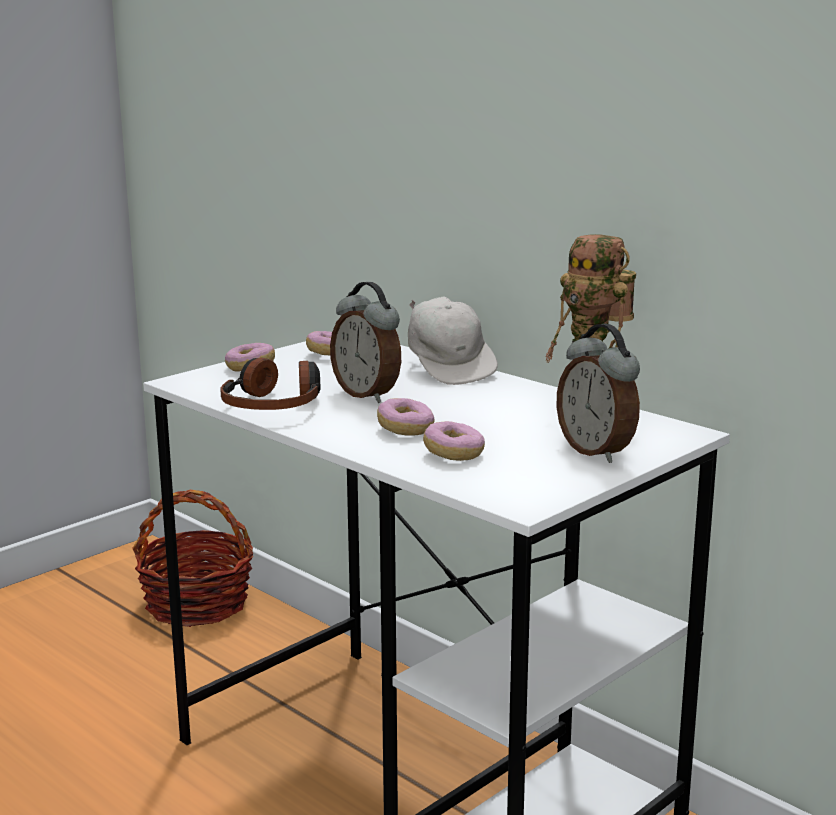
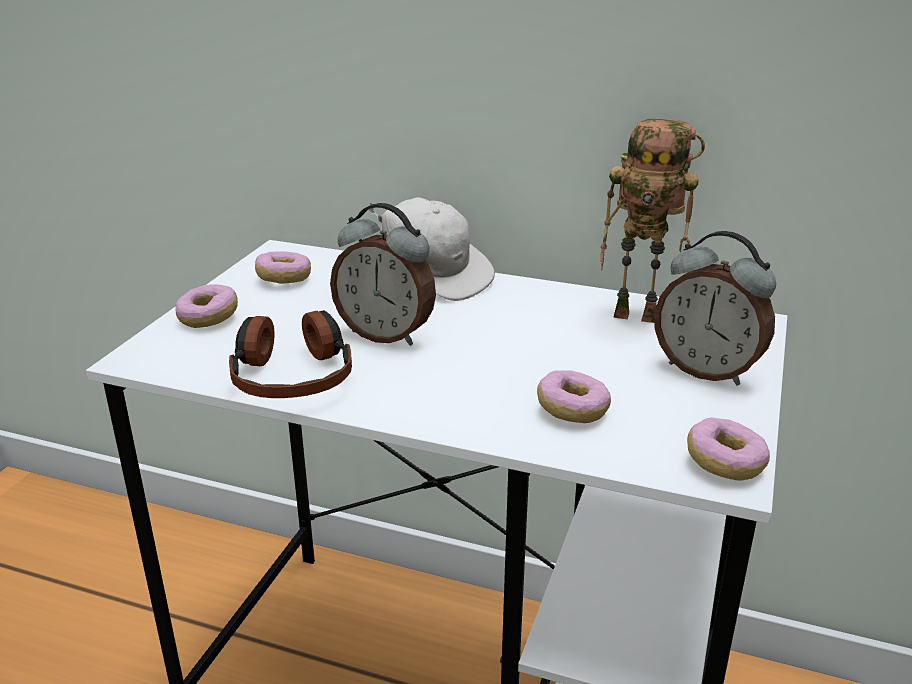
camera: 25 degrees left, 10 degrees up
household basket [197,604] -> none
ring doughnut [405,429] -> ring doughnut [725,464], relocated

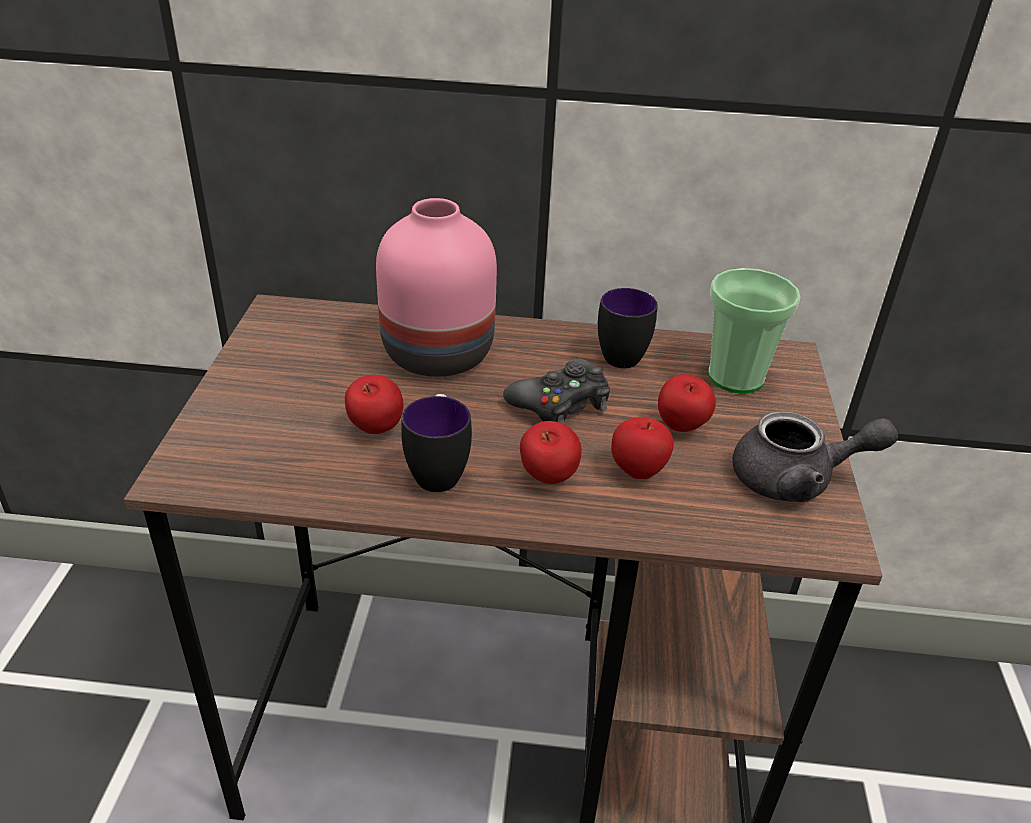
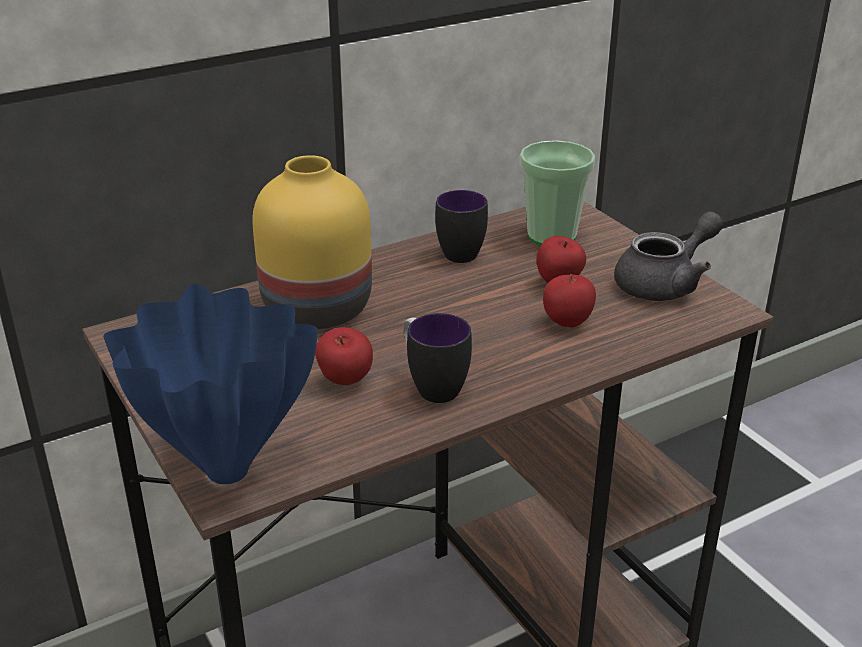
camera: 35 degrees left, 5 degrees down
gamepad/blackish [560,404] -> none
apple fruit [547,479] -> none
none -> decorative vase/blue-coloured [223,471]
decorative vase/pinkish [437,352] -> decorative vase/yellowish [315,307]

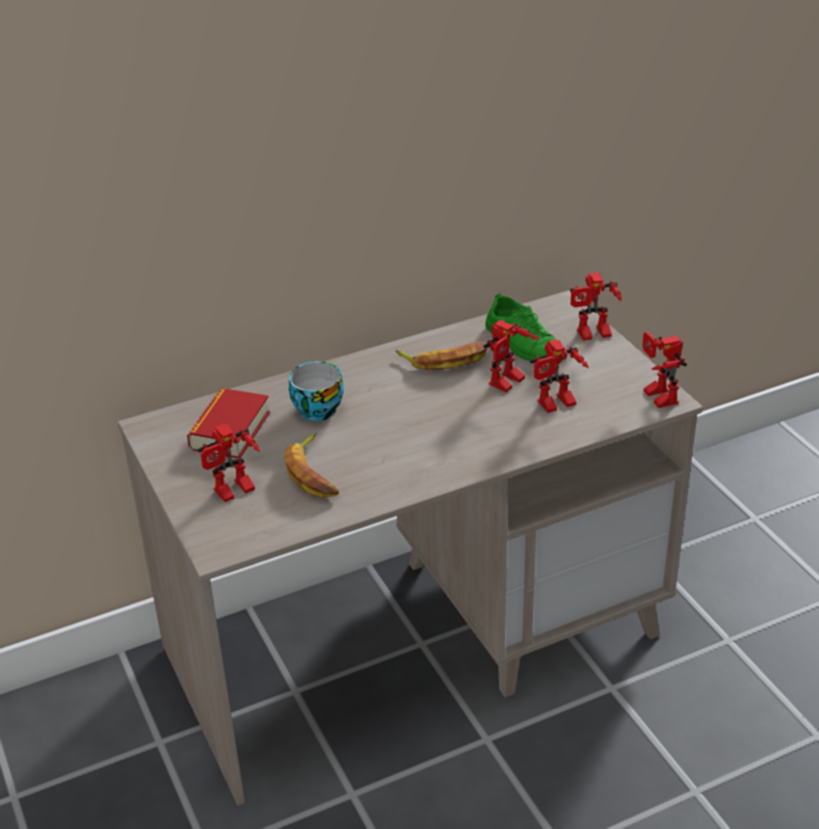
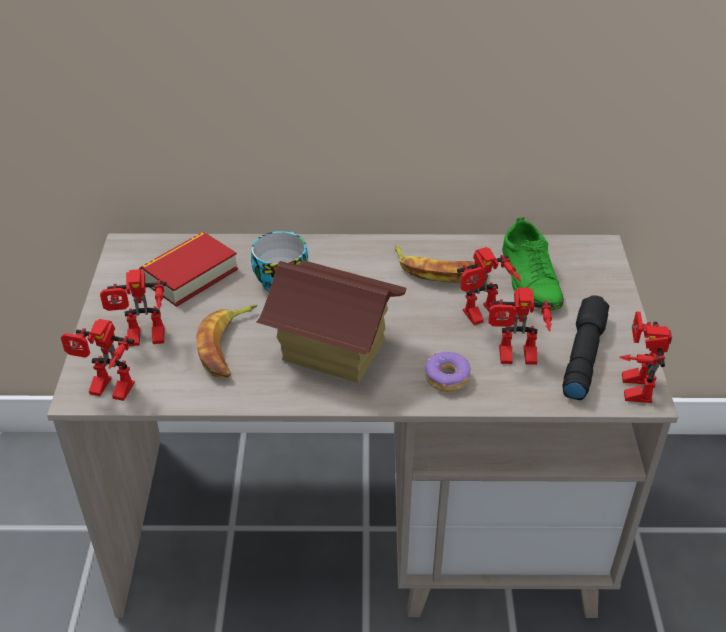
camera: 25 degrees right, 5 degrees up
none -> toy house [333,350]
none -> ring doughnut [447,378]
none -> torch/blackish [582,355]
toy robot [593,335] -> toy robot [106,391], relocated

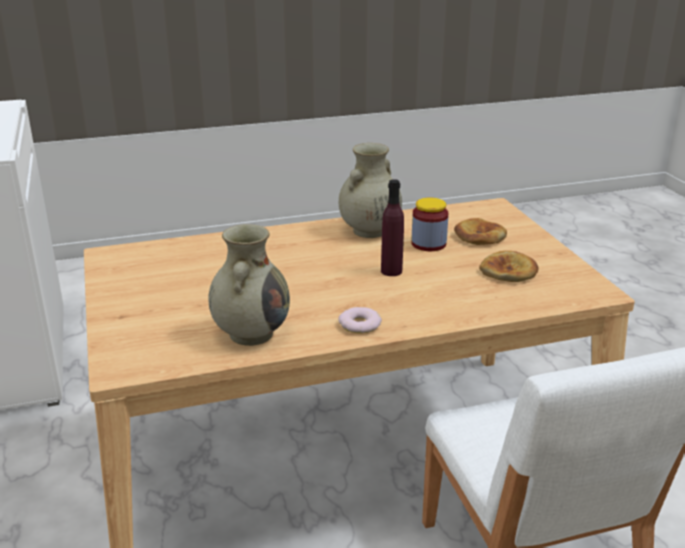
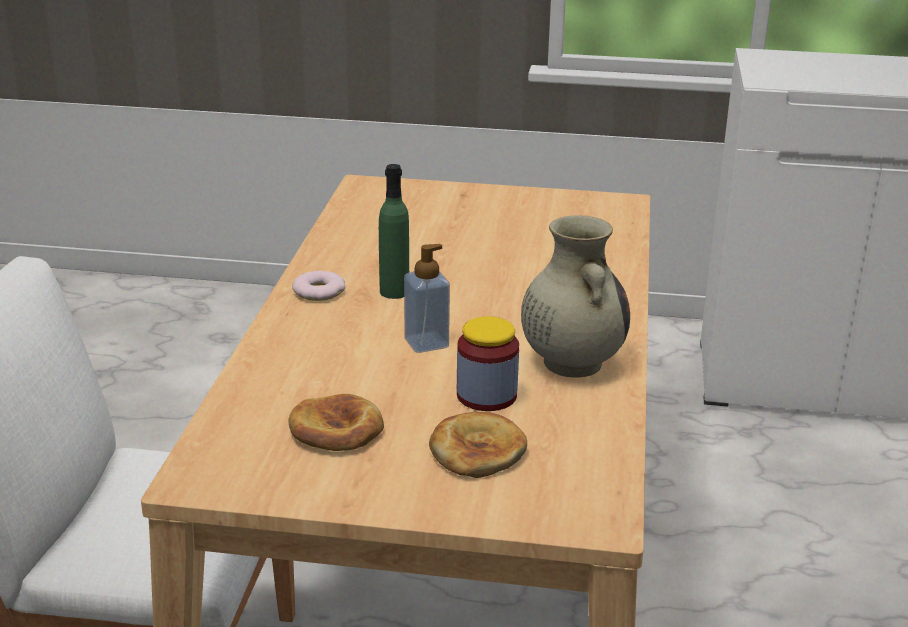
camera: 115 degrees right, 0 degrees up
decorative vase/beige-coloured [251,333] -> none
none -> beverage bottle/green-coloured [394,292]
beverage bottle/purple [391,271] -> soap dispenser [426,343]

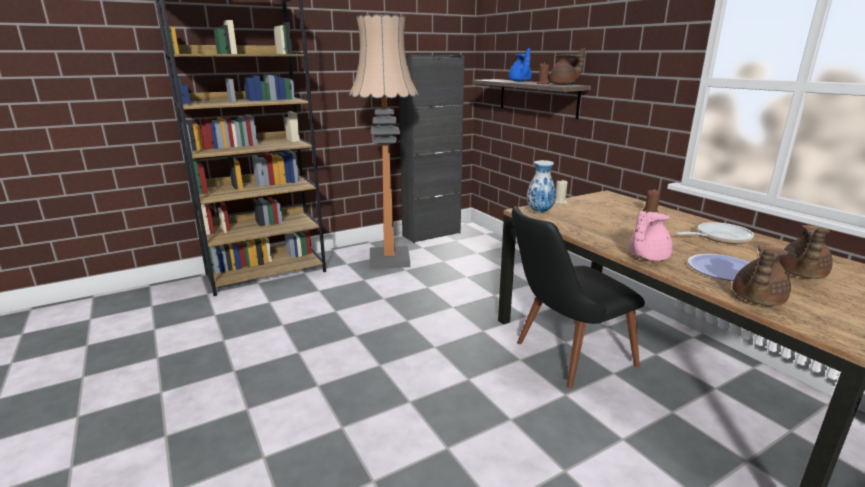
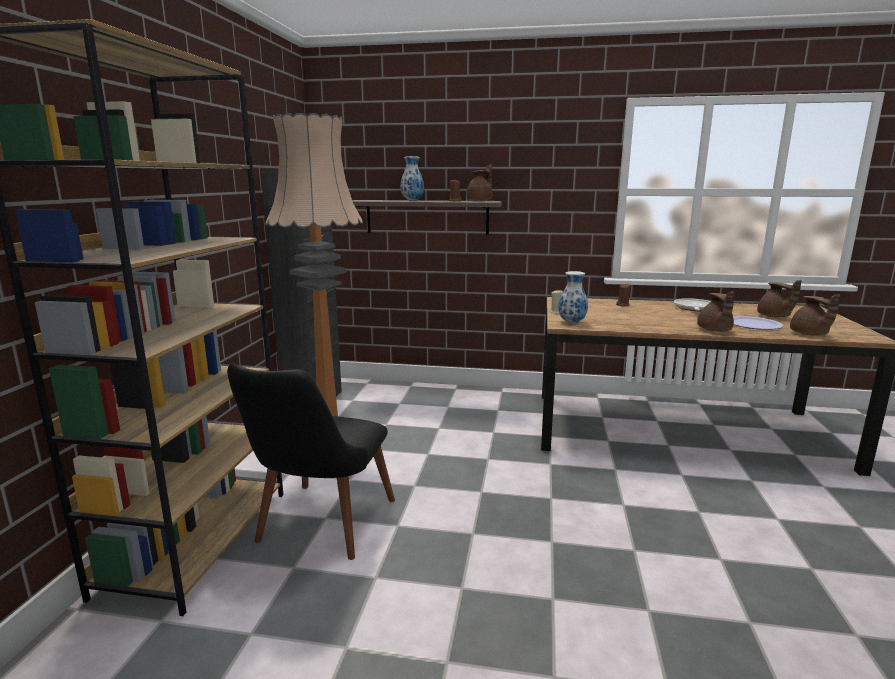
camera: 50 degrees left, 5 degrees down
chair/blackish [563,357] -> chair/blackish [319,530], relocated
tea pot/blue-coloured [520,81] -> decorative vase [412,200]
tea pot/pinkish [646,257] -> tea pot/brown-coloured [714,330]

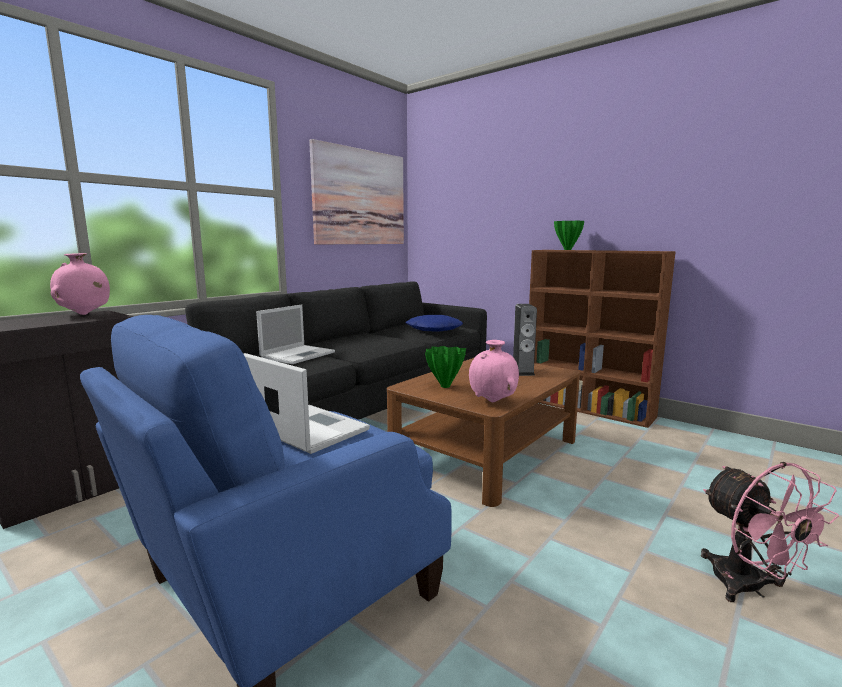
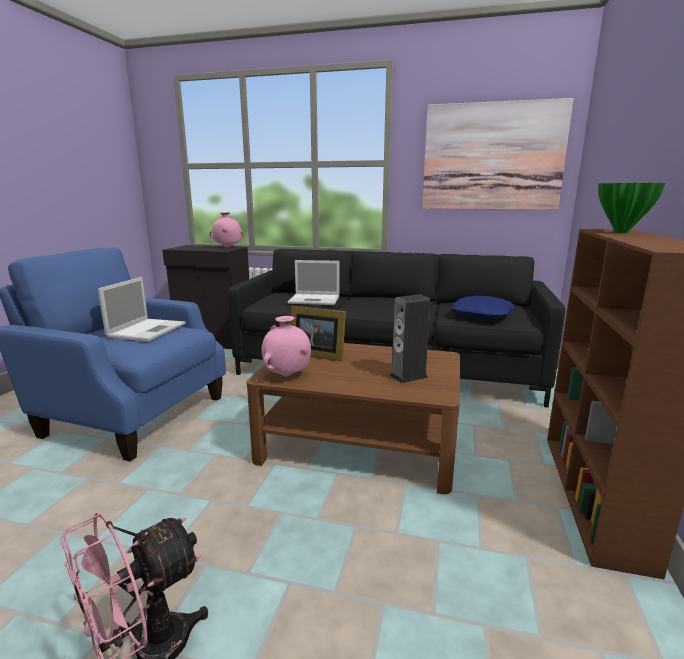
camera: 65 degrees right, 5 degrees up
decorative vase/green-coloured [444,386] -> standing frame [316,354]

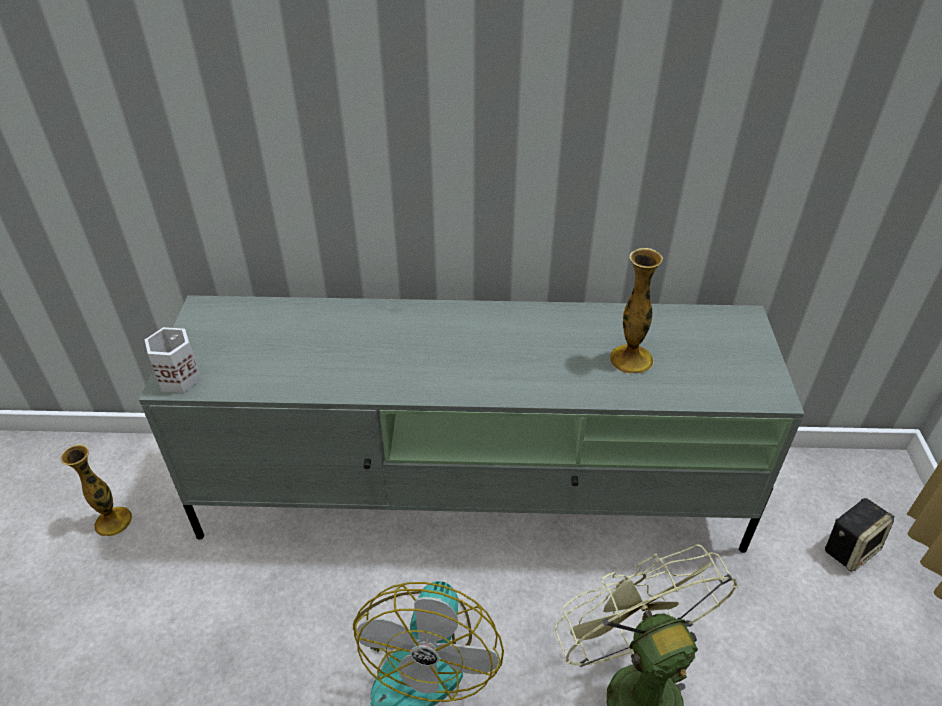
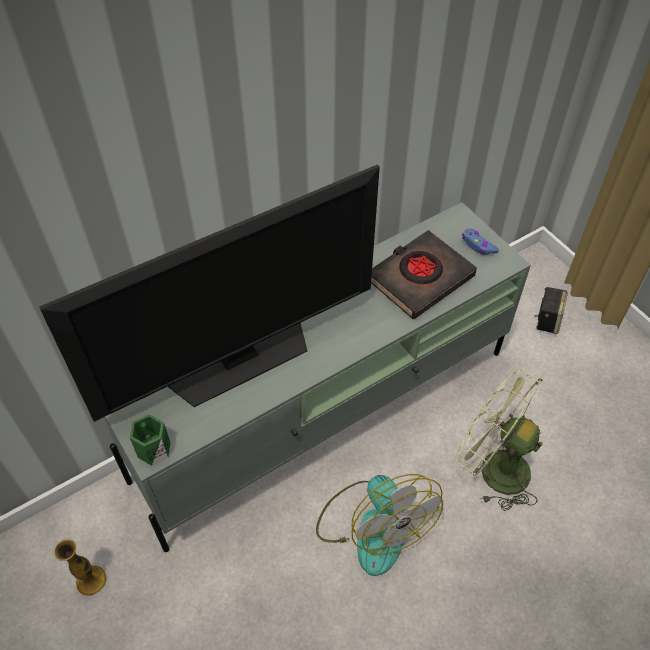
camera: 35 degrees left, 10 degrees up
none -> TV [239,359]
none -> gamepad/blue-coloured [478,245]
decorative vase [631,359] -> volume/blackish [420,278]
mug/white-coloured [179,377] -> mug/green-coloured [152,449]

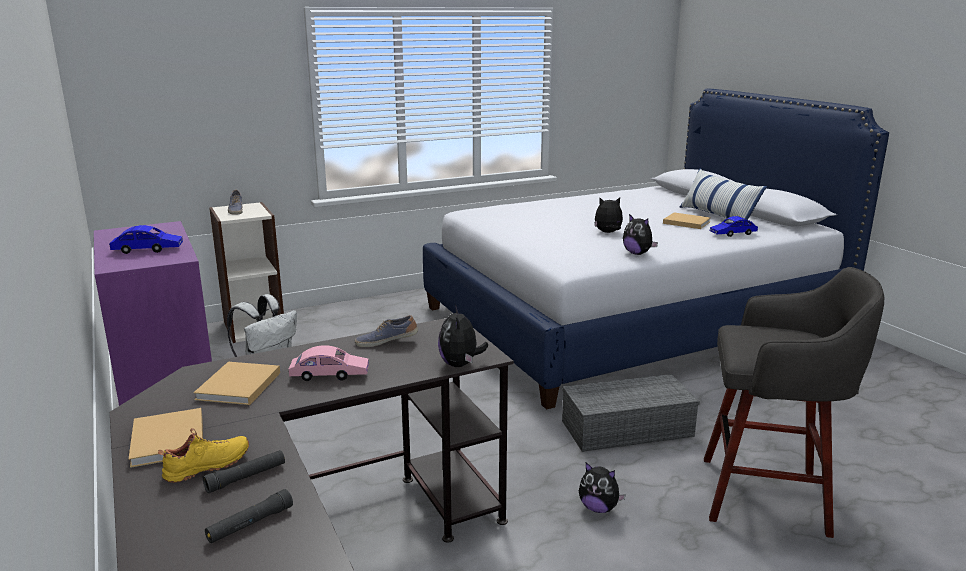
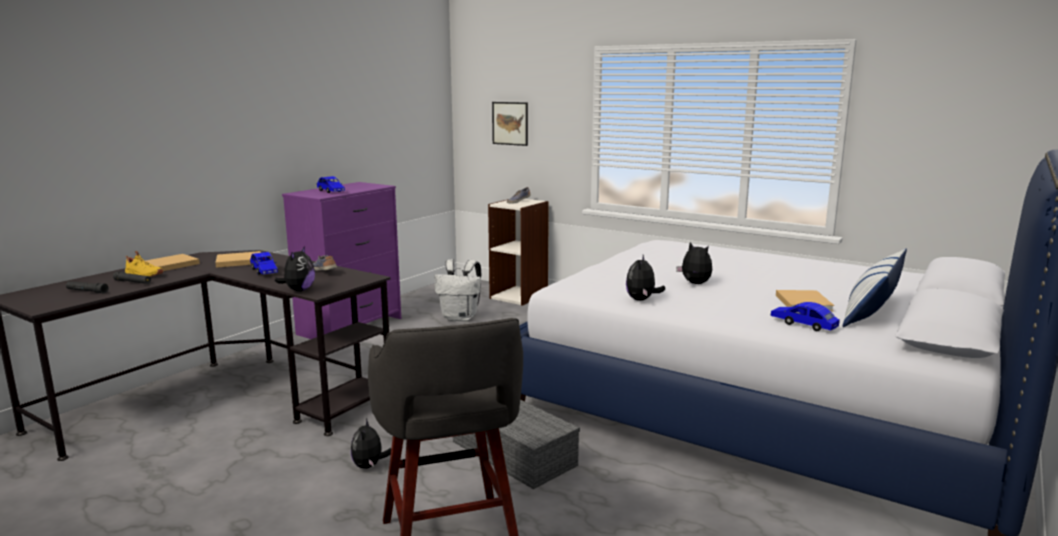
camera: 60 degrees right, 5 degrees down
none -> wall picture [510,123]
toy car/pinkish [330,375] -> toy car/blue-coloured [264,271]
soft toy [460,365] -> soft toy [299,290], 135 degrees clockwise

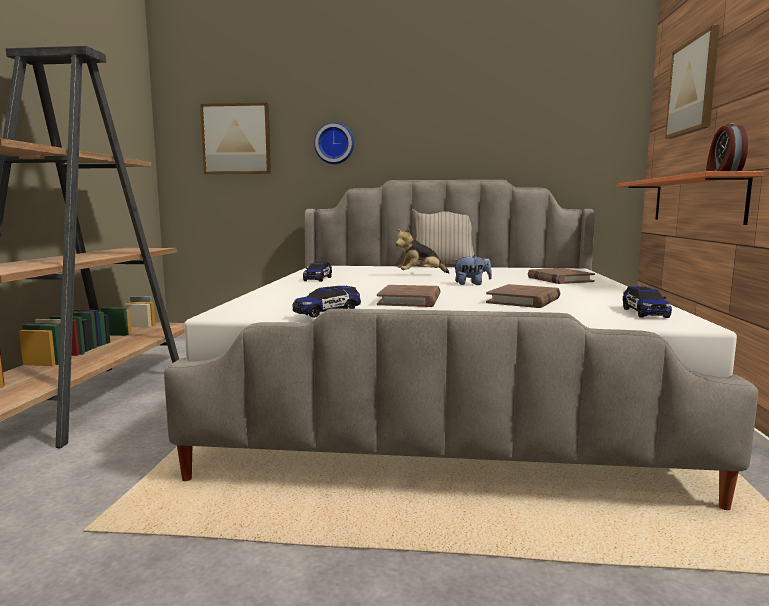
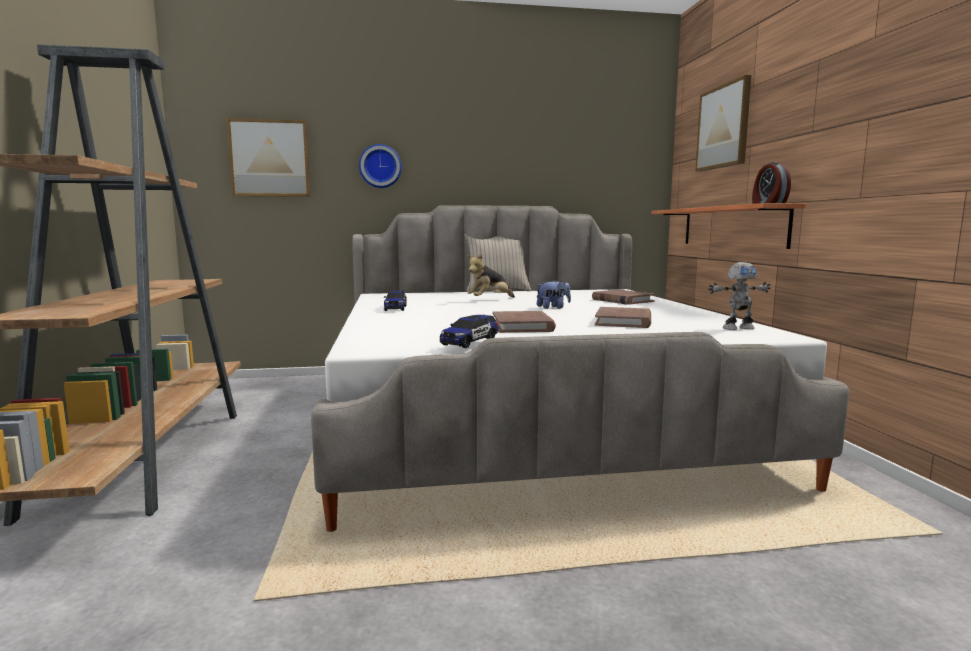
camera: 15 degrees left, 0 degrees up
toy car [644,313] -> toy robot [737,328]

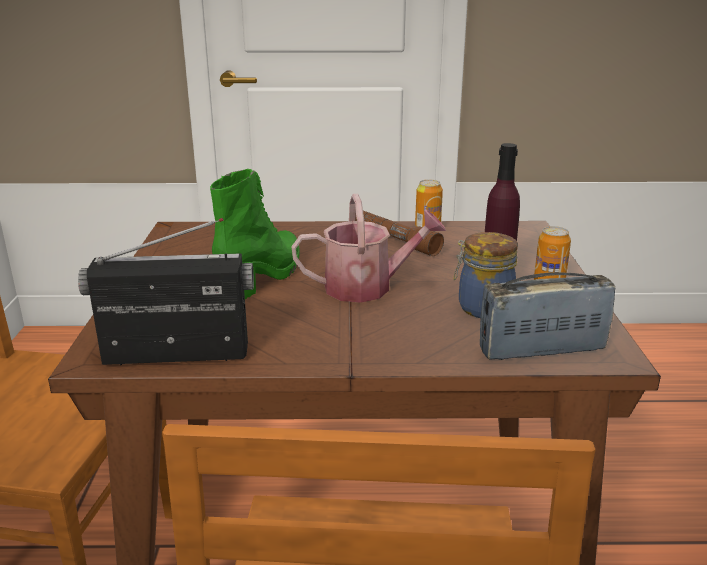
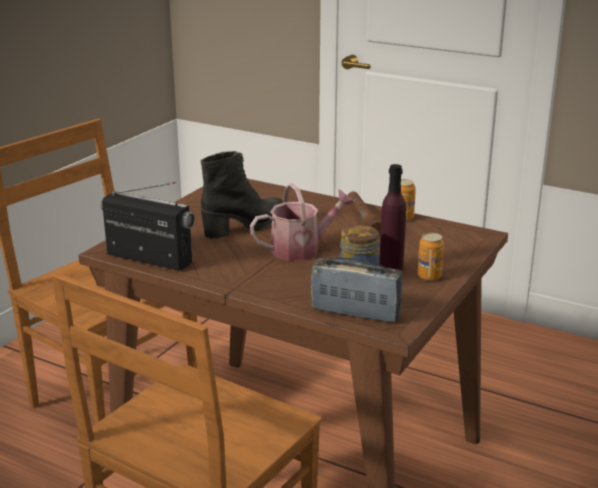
camera: 30 degrees right, 0 degrees up
boot/green-coloured [262,277] -> boot/blackish [245,227]
watering pot [367,287] -> watering pot [302,249], 45 degrees counterclockwise

